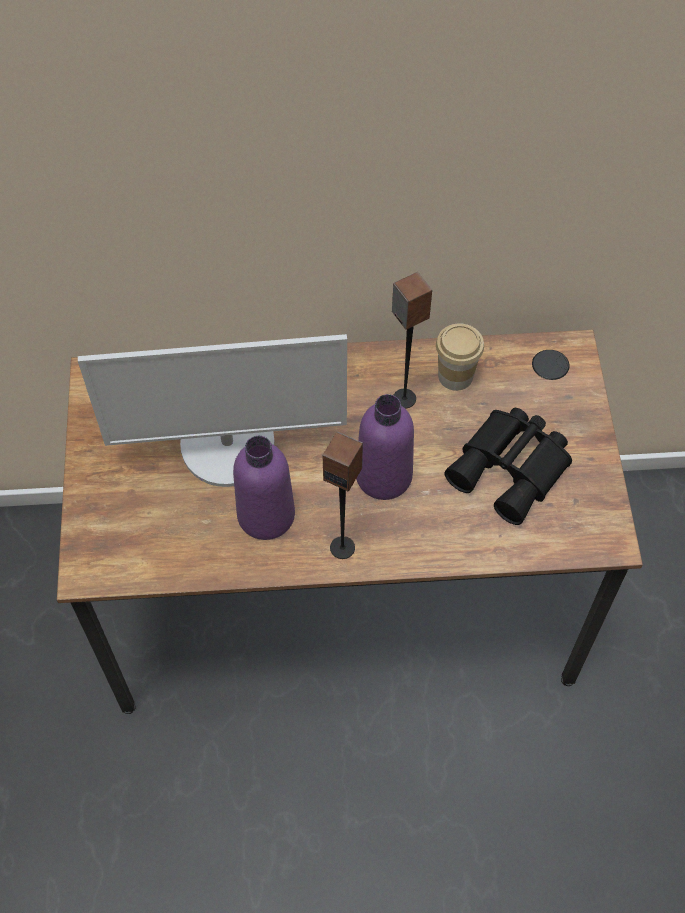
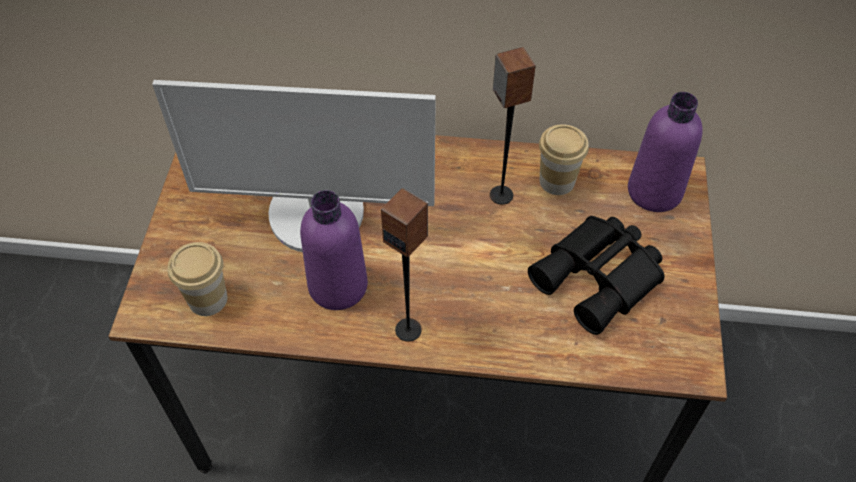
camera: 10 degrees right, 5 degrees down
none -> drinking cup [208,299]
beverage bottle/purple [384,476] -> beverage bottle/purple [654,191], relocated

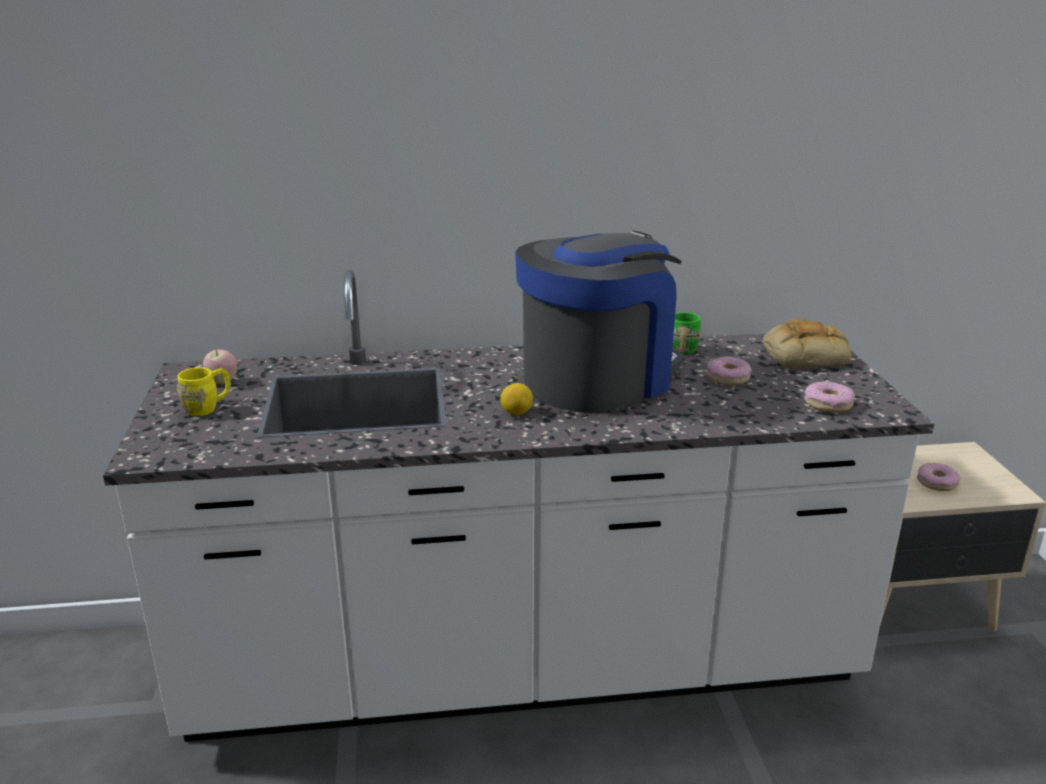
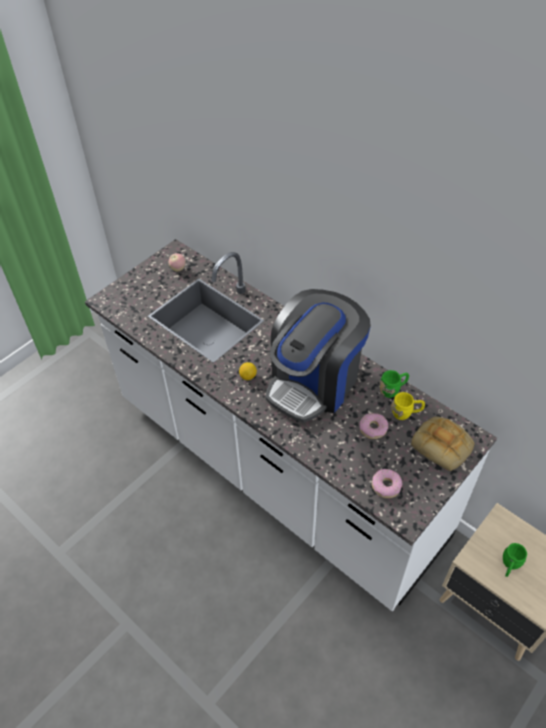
camera: 50 degrees right, 25 degrees up
mug/yellowish [208,407] -> mug/yellowish [406,413], relocated
ring doughnut [937,482] -> mug/green-coloured [509,566]
coffee brewer [598,379] -> coffee brewer [314,381], 120 degrees clockwise

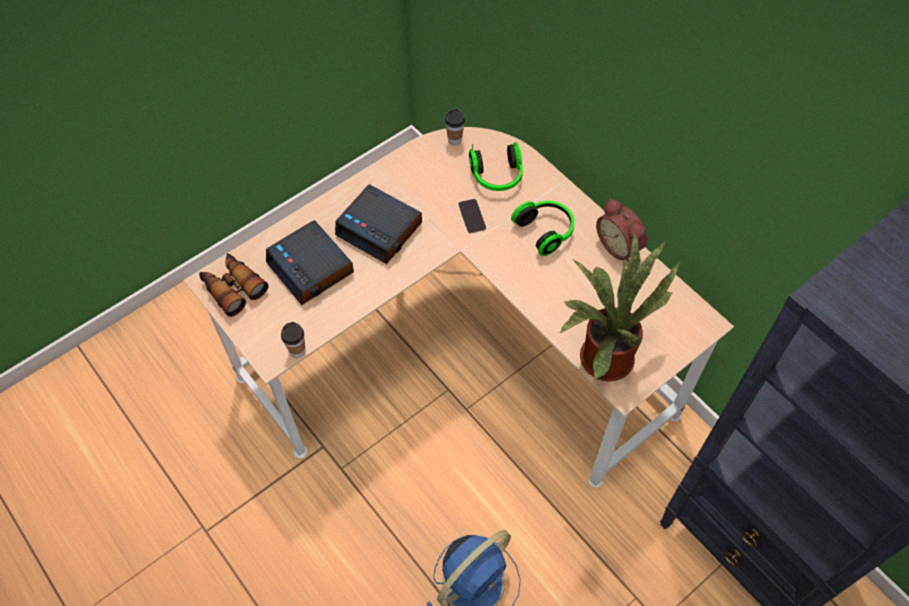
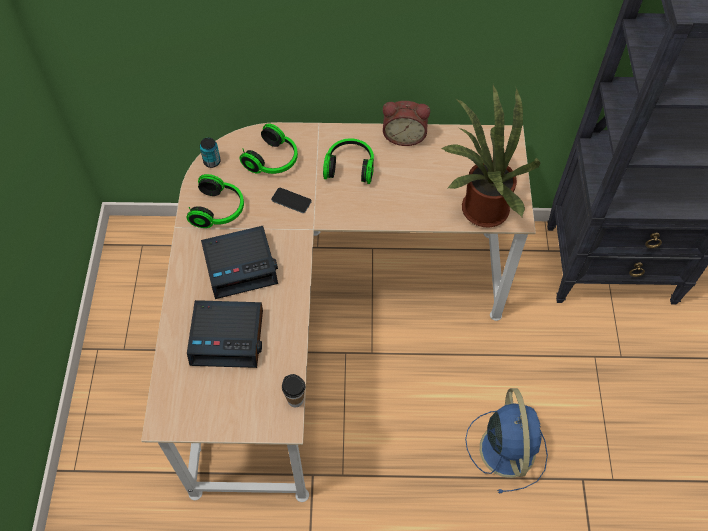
camera: 50 degrees left, 0 degrees up
pair of binoculars [233,288] -> none
none -> headphones [219,210]
drinking cup [454,140] -> can [212,162]

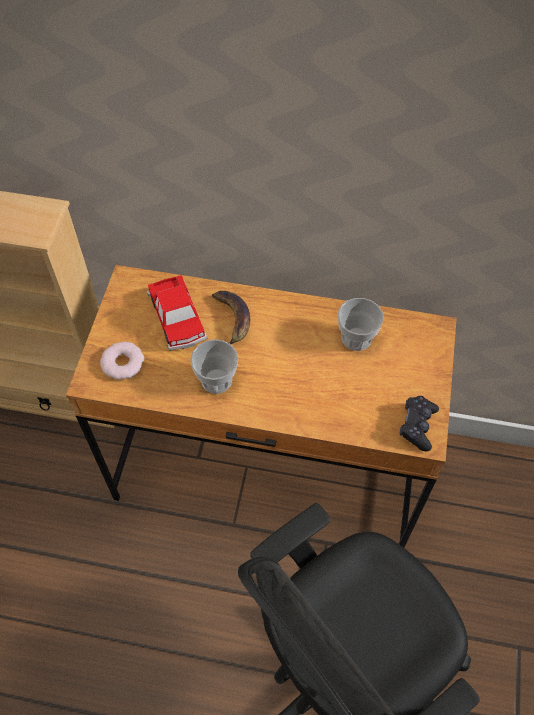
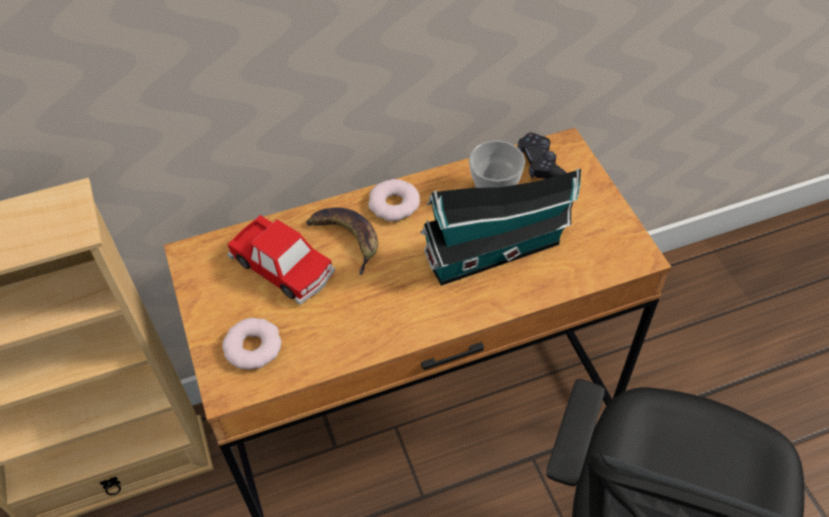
camera: 30 degrees left, 5 degrees down
drinking cup [216,380] -> none
none -> ring doughnut [394,204]
none -> toy house [498,250]
gamepad/blackish [417,426] -> gamepad/blackish [540,165], relocated

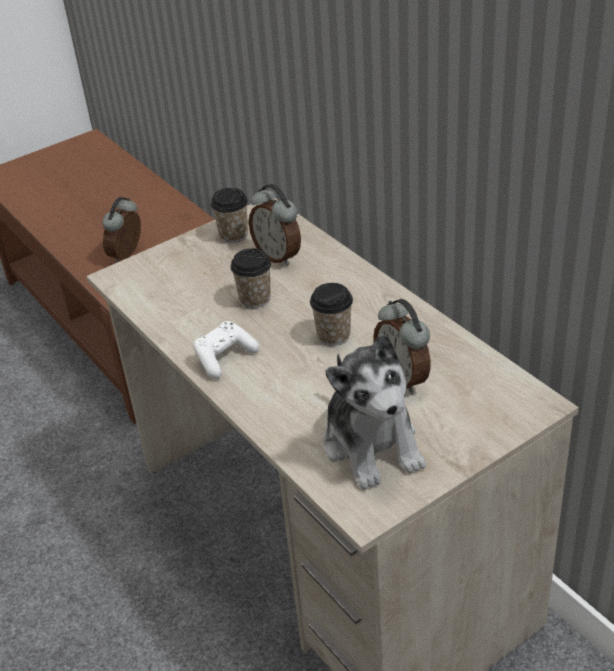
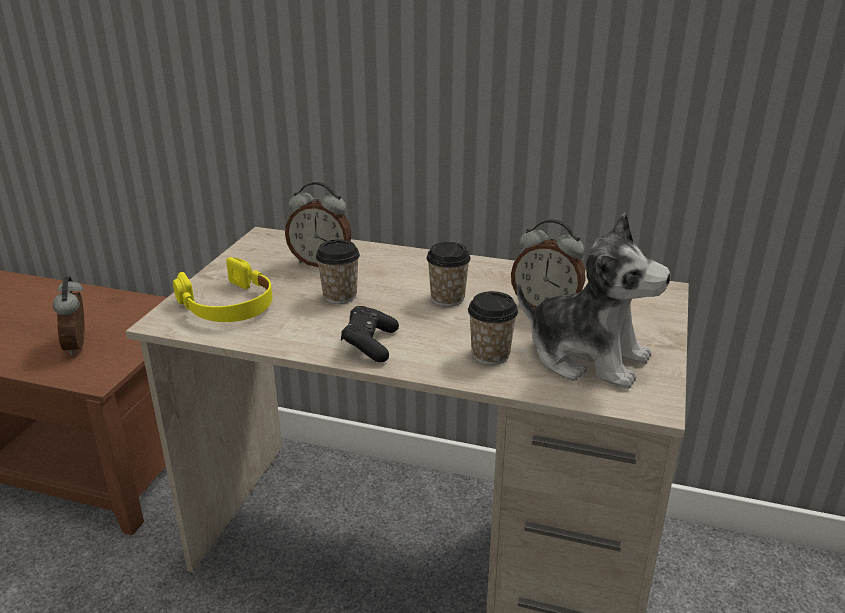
camera: 40 degrees left, 10 degrees down
none -> headphones/yellowish [228,305]
drinking cup [233,235] -> drinking cup [490,355], relocated
gamepad/white-coloured [224,358] -> gamepad/blackish [369,344]

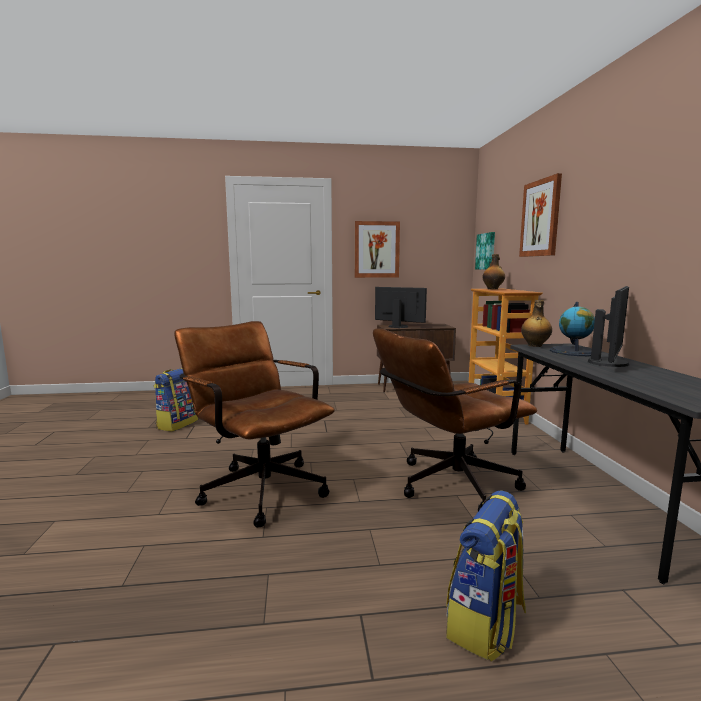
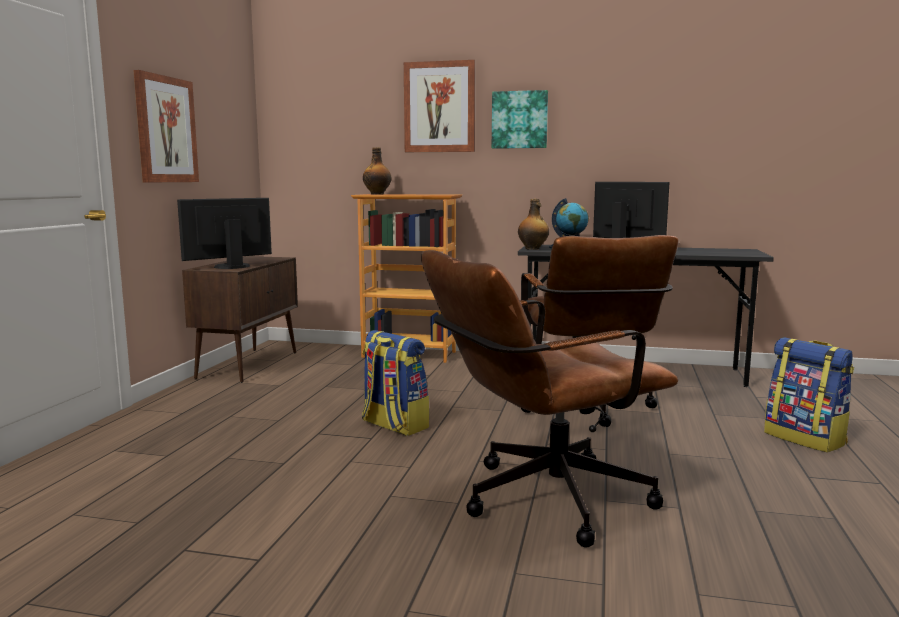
camera: 70 degrees left, 0 degrees up
backpack [177,424] -> backpack [393,425], relocated
wall picture [486,251] -> wall picture [519,120], relocated

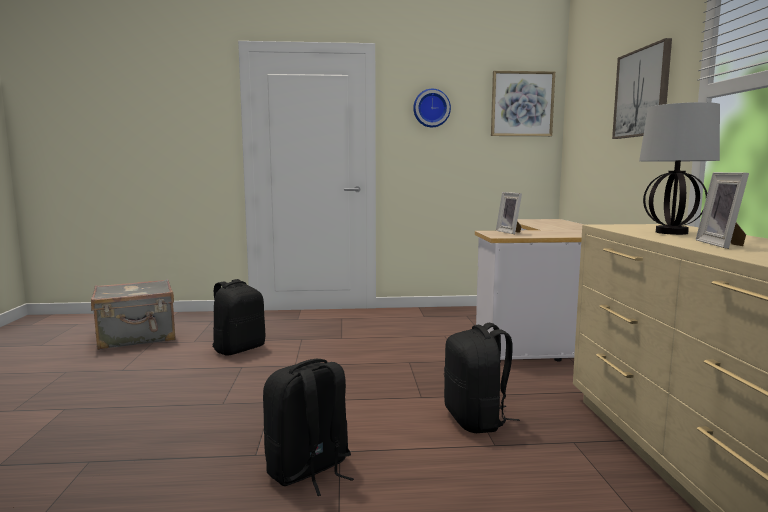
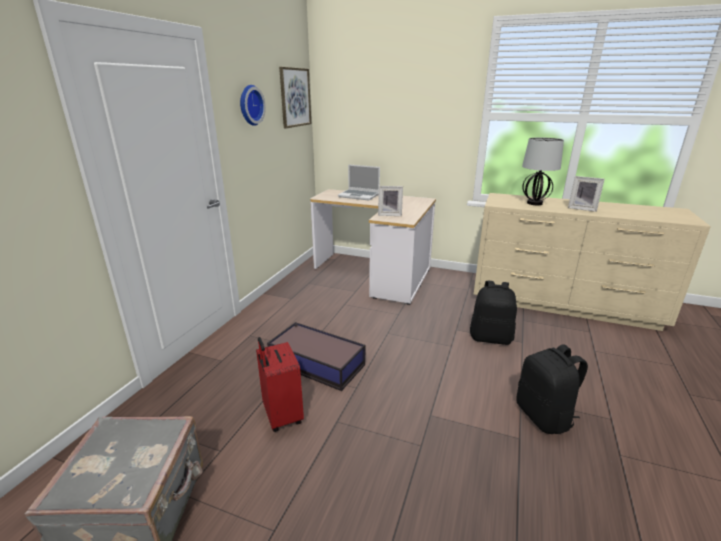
camera: 65 degrees left, 15 degrees up
wall picture [642,93] -> none
none -> storage container [316,363]
none -> laptop [359,195]
backpack/blackish [239,349] -> piece of luggage/red [281,416]

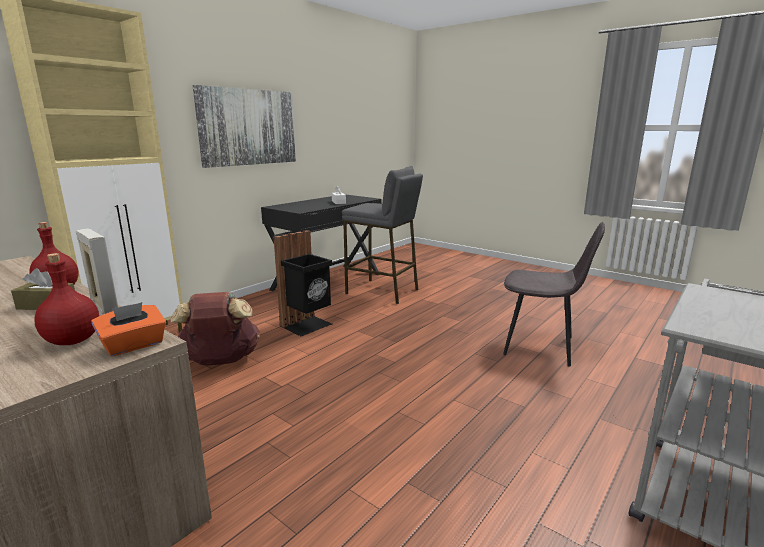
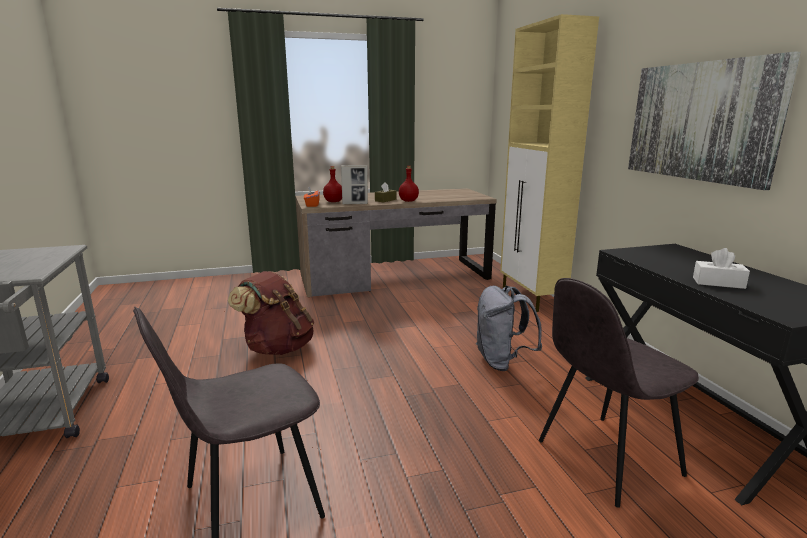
camera: 125 degrees right, 0 degrees up
backpack/brown-coloured [220,361] -> backpack/brown-coloured [277,348], relocated
waste bin/blackish [308,325] -> backpack/gray [502,362]
stool/gray [382,291] -> chair/gray [605,458]

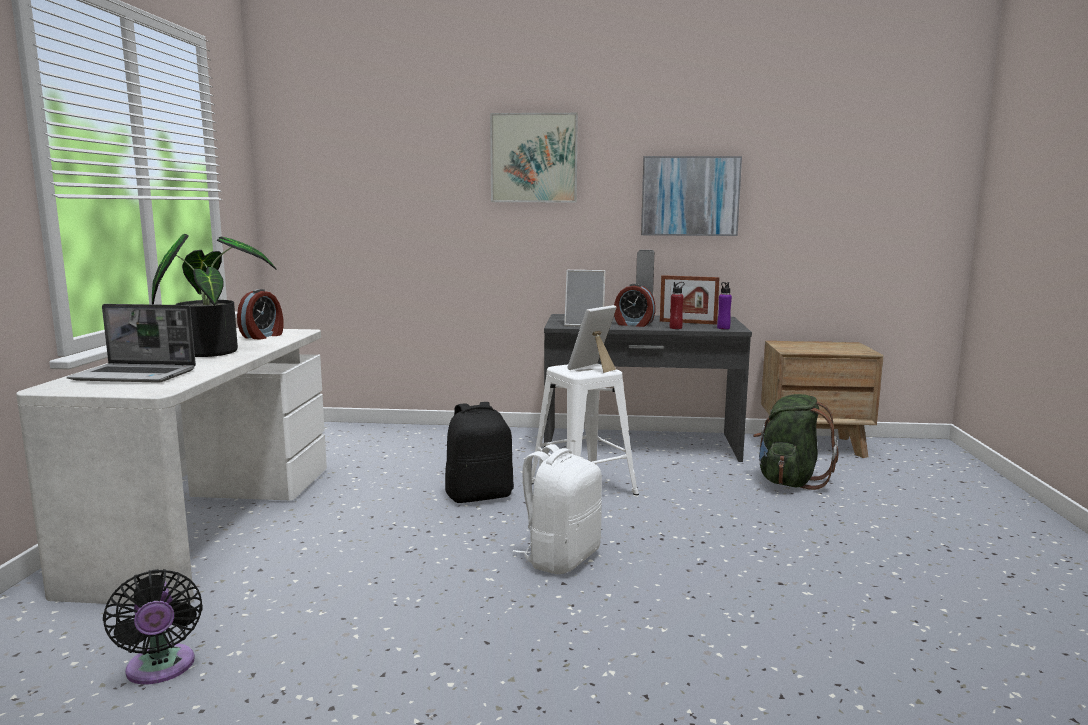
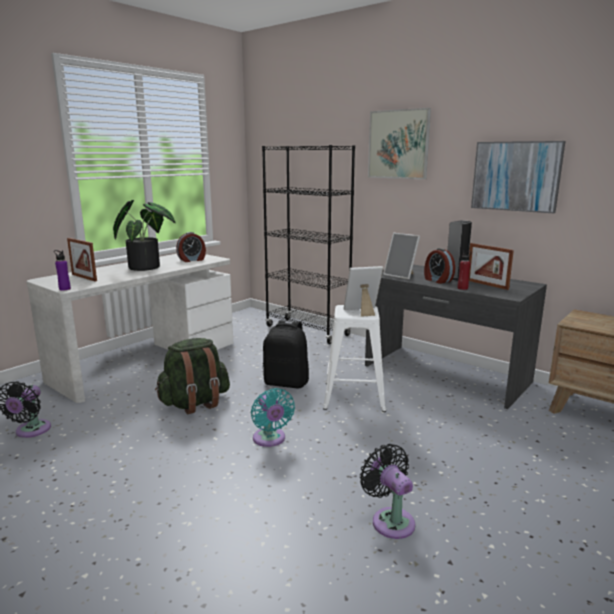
camera: 35 degrees right, 5 degrees up
none -> bookshelf/blackish [307,331]
none -> electric fan/blackish [390,520]
beverage bottle/purple [723,328] -> beverage bottle/purple [64,289], relocated
backpack/green-coloured [789,481] -> backpack/green-coloured [195,403], relocated
laptop [136,375] -> standing frame [84,277]
backpack/white-coloured [560,558] -> electric fan/blue-green [270,440]

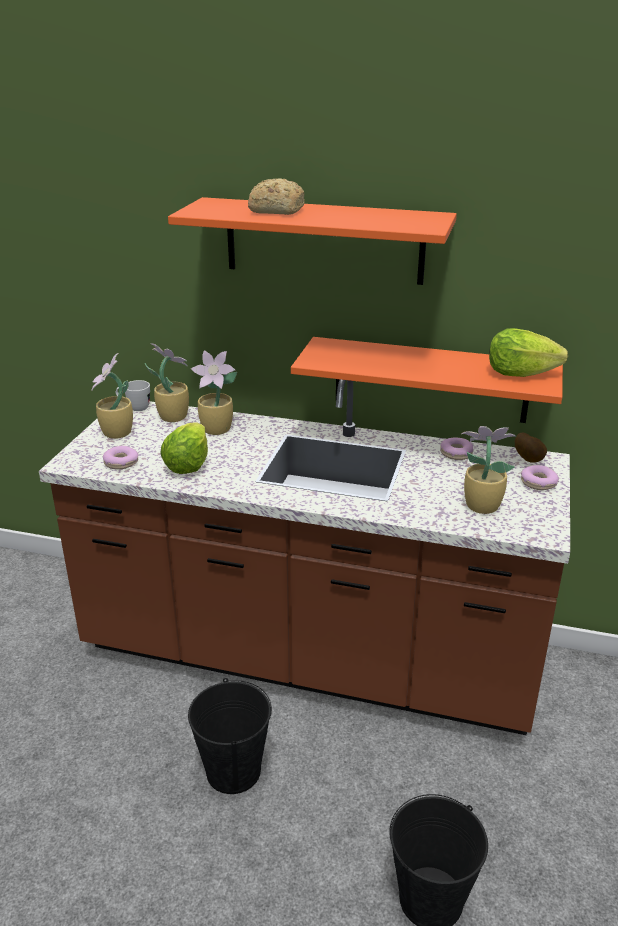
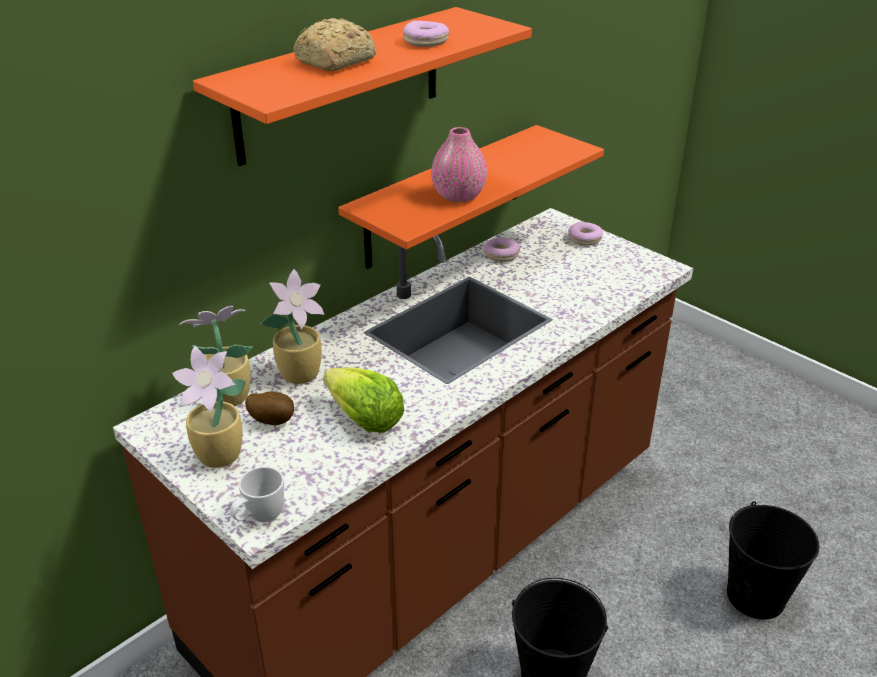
camera: 60 degrees left, 5 degrees up
potted plant [480,505] -> none
head of lettuce [520,374] -> none
none -> decorative vase/pinkish [458,195]
ring doughnut [121,463] -> ring doughnut [426,41], relocated
mug/white-coloured [134,408] -> mug/white-coloured [259,518], relocated
spud [529,459] -> spud [273,420], relocated

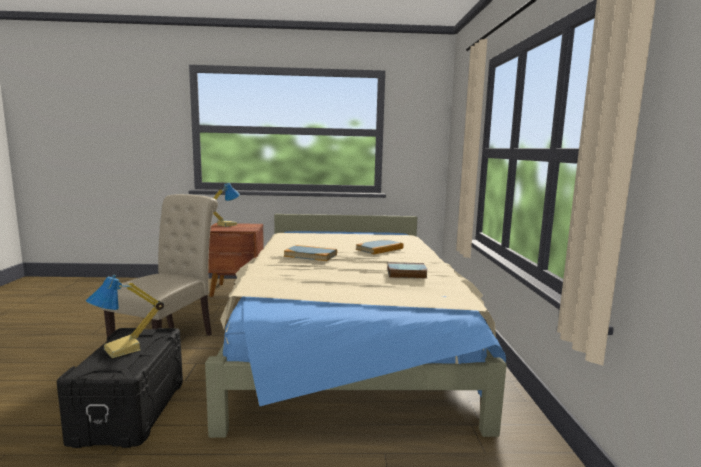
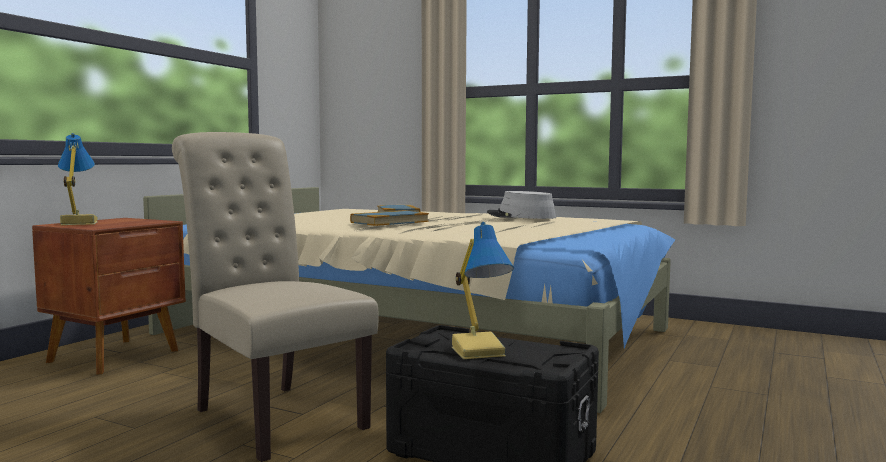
camera: 60 degrees left, 5 degrees down
volume [405,274] -> wearable hat/gray [521,216]

